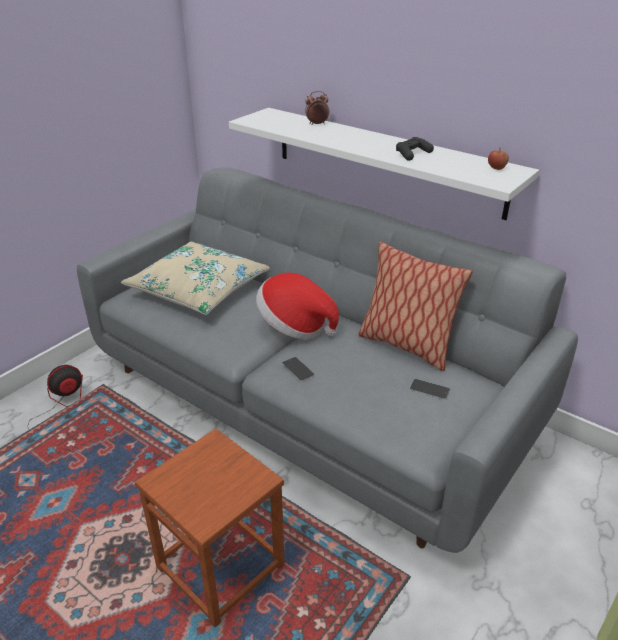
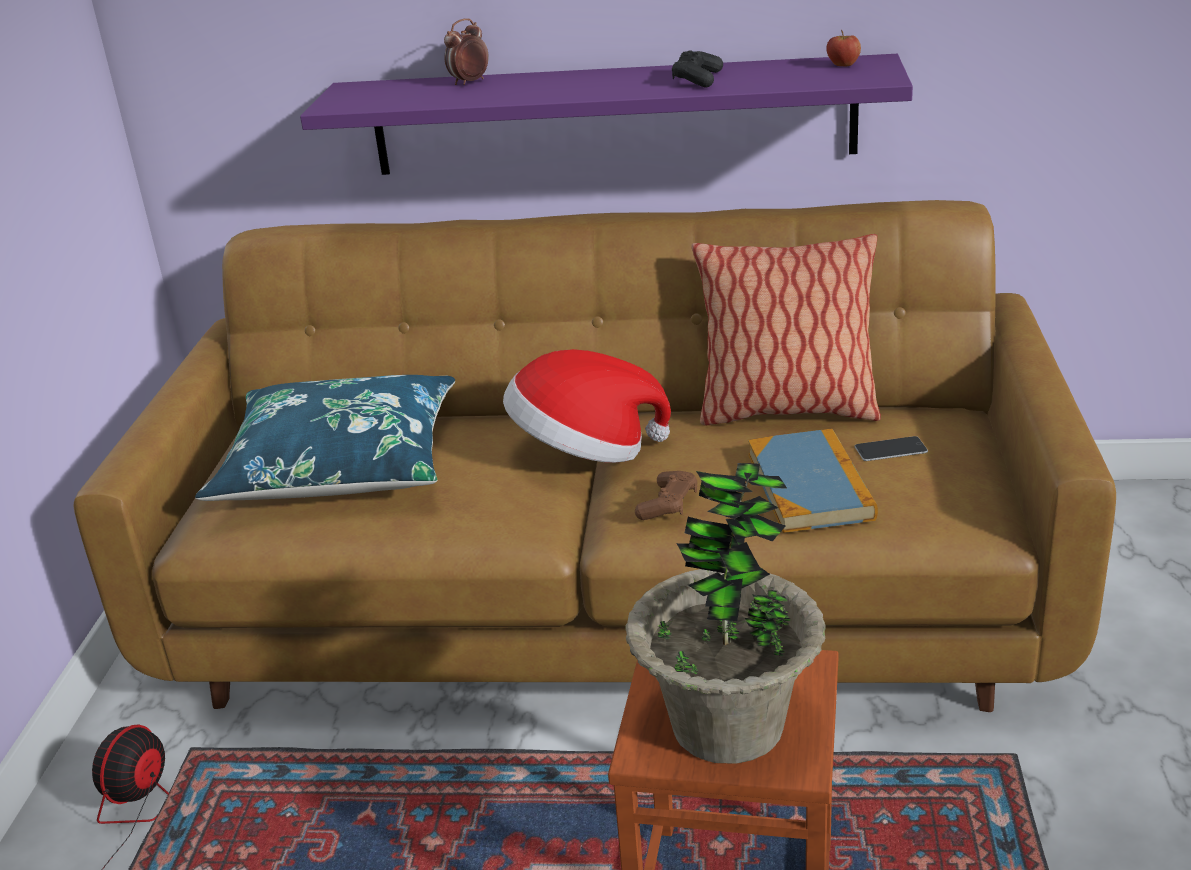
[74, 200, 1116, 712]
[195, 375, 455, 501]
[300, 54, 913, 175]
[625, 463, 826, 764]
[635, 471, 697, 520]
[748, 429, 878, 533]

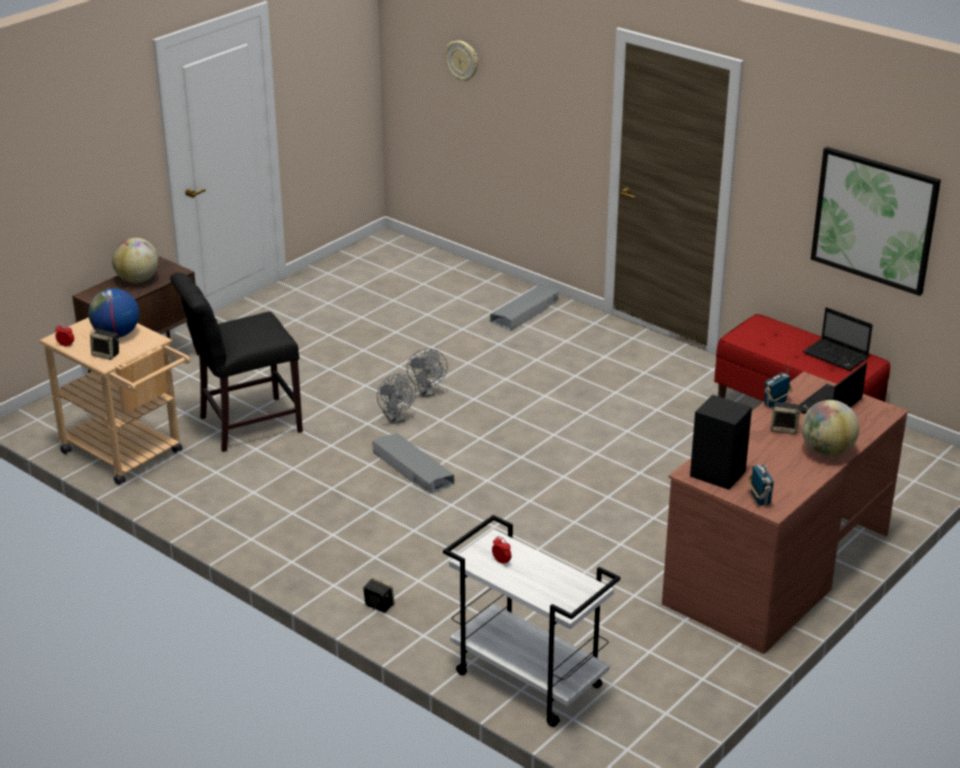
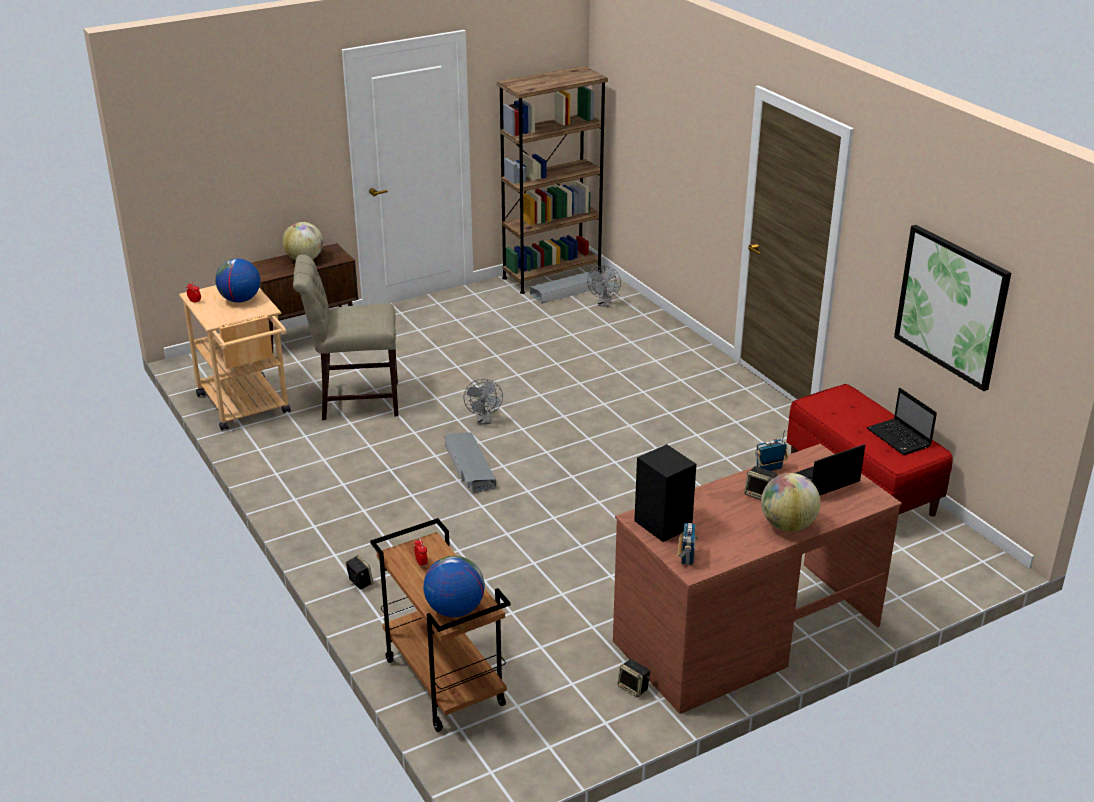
[293, 254, 399, 420]
[370, 518, 511, 732]
[423, 556, 485, 617]
[497, 66, 608, 294]
[530, 271, 601, 304]
[587, 266, 621, 307]
[618, 659, 650, 697]
[445, 41, 478, 82] (first image)

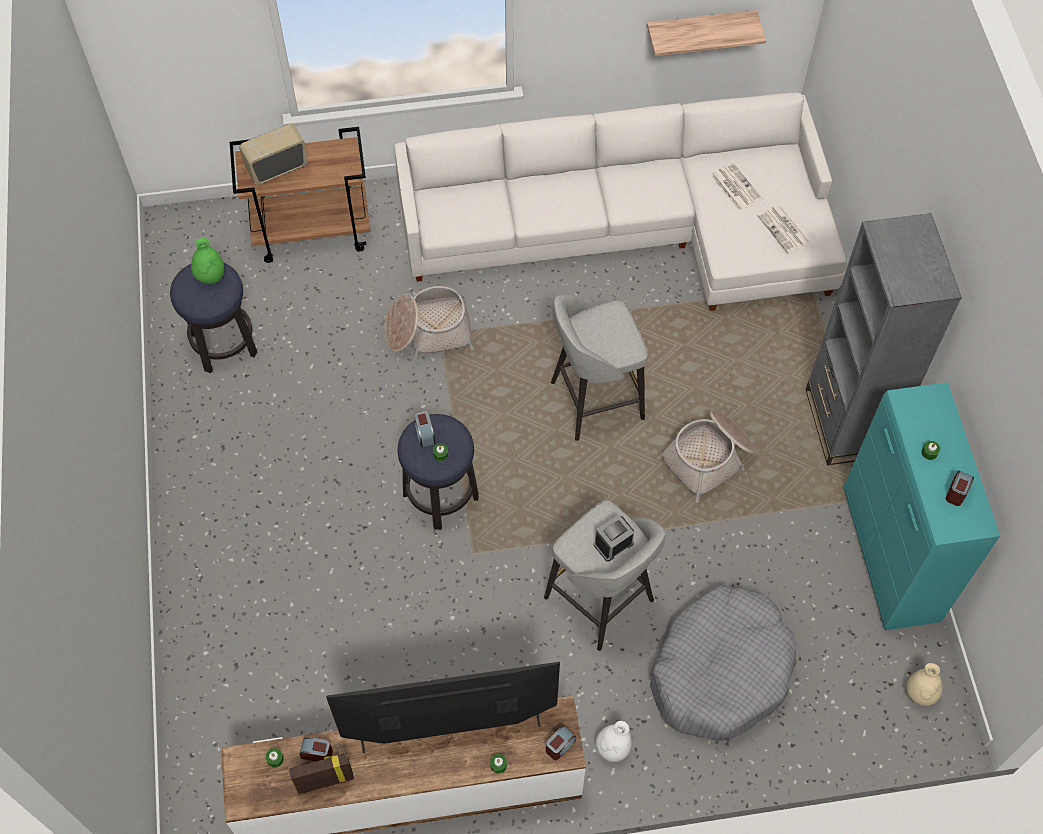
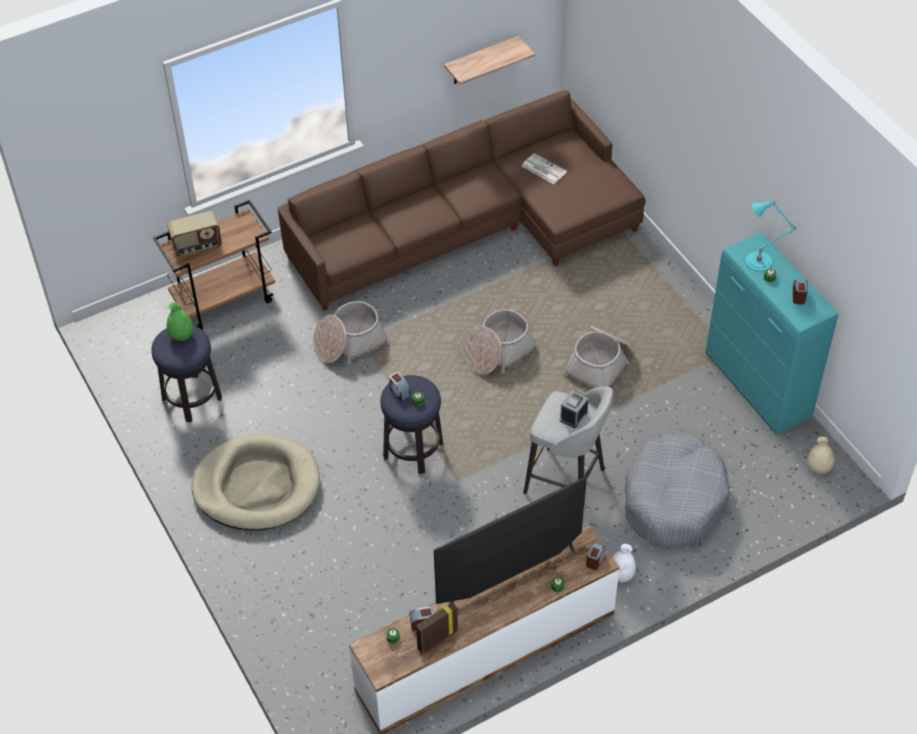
[167, 211, 222, 257]
[192, 434, 320, 531]
[278, 90, 646, 311]
[463, 309, 539, 375]
[746, 201, 796, 271]
[757, 205, 810, 253] (first image)
[805, 213, 962, 465] (first image)

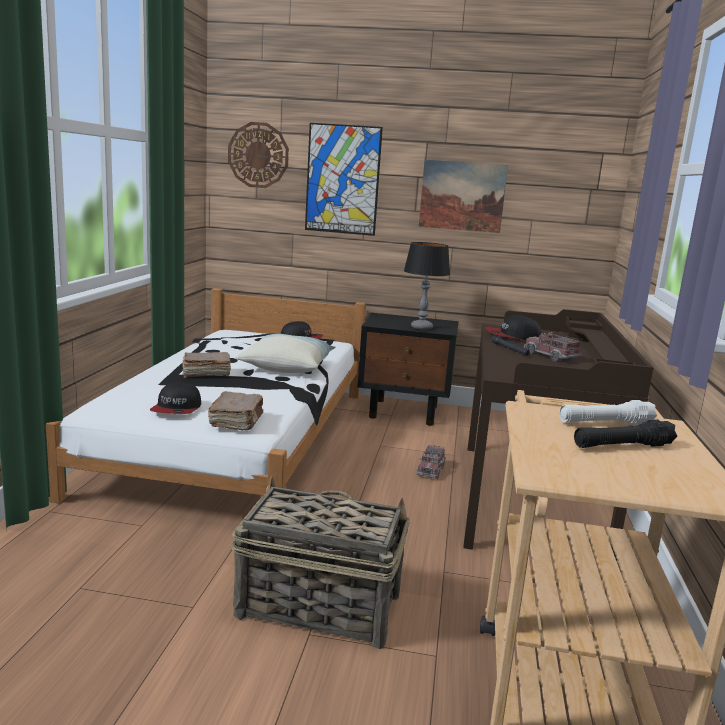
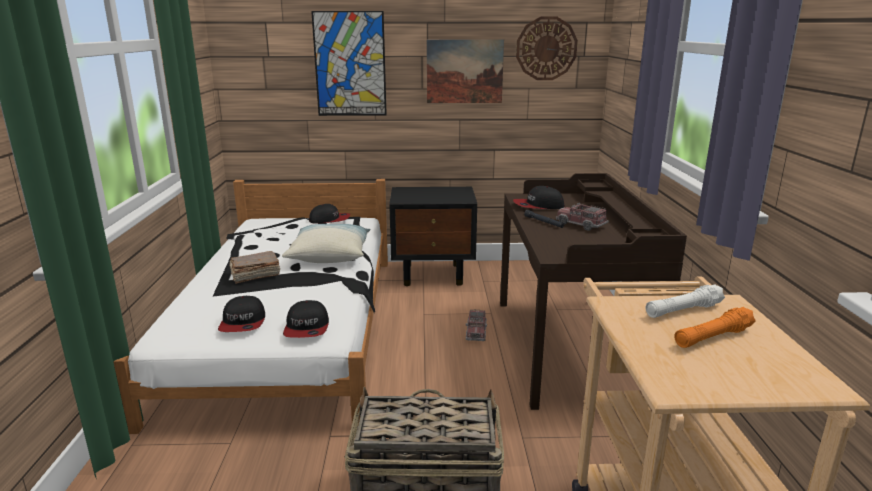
[283, 300, 329, 338]
[516, 16, 578, 80]
[674, 307, 756, 348]
[404, 242, 450, 330] (first image)

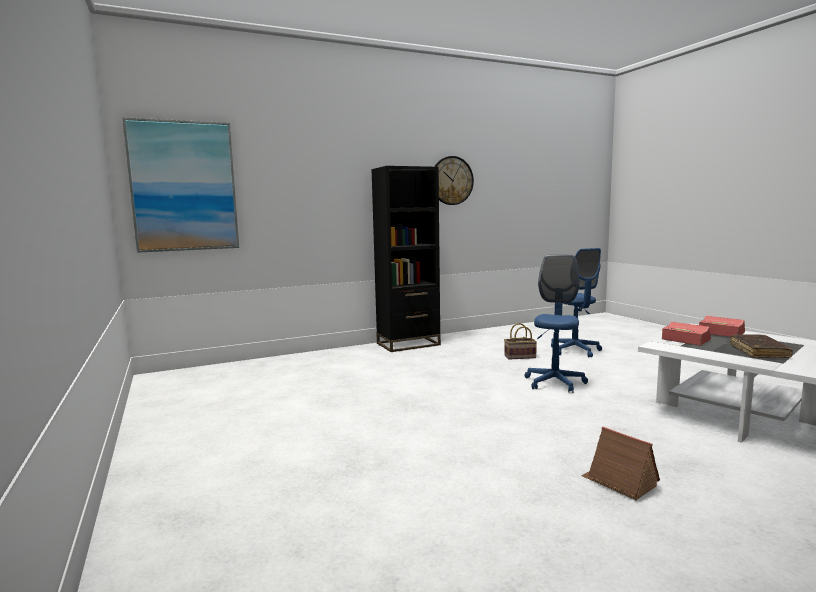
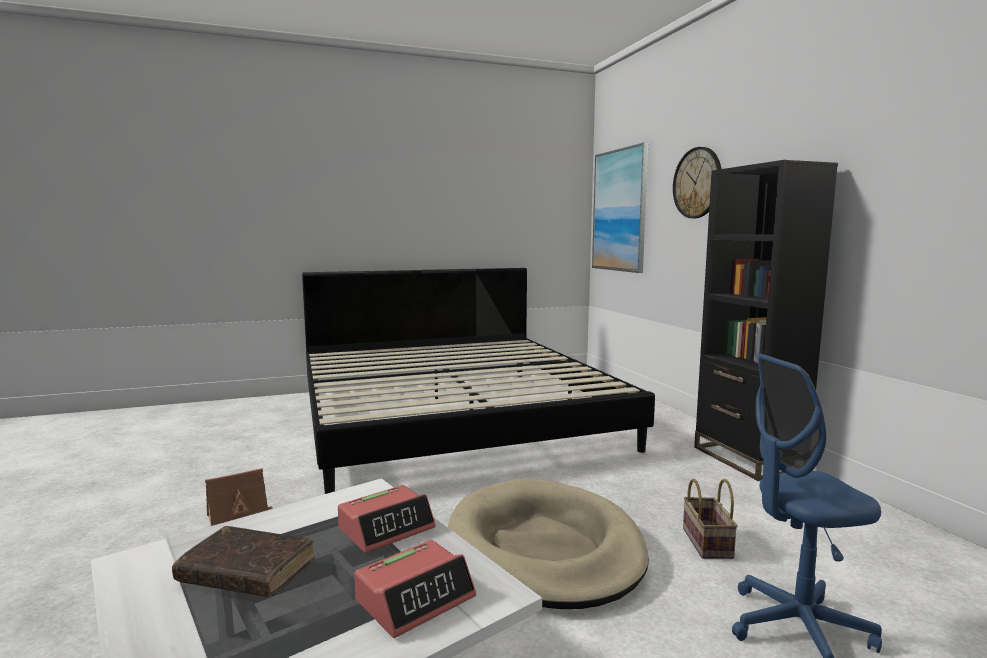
[302, 268, 655, 494]
[448, 479, 649, 609]
[673, 147, 721, 218]

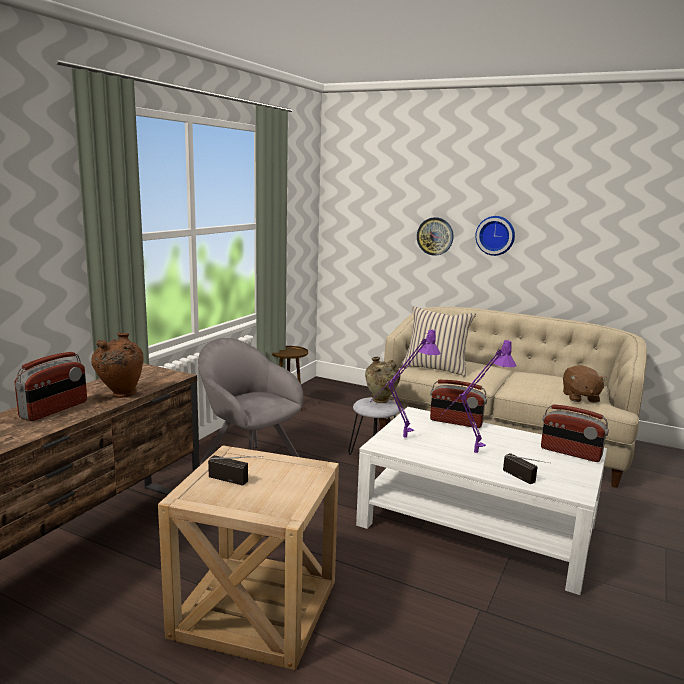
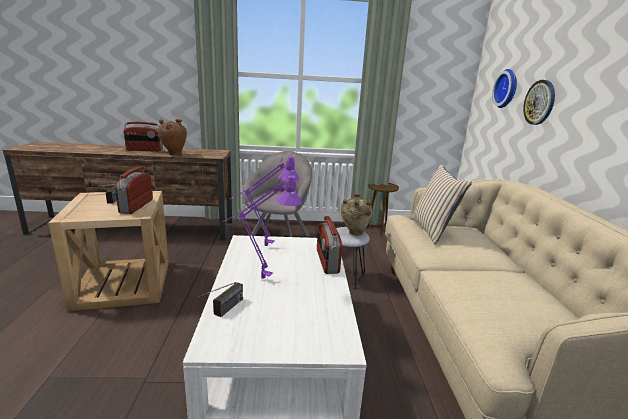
[115, 166, 153, 214]
[492, 69, 517, 108]
[563, 365, 607, 403] (first image)

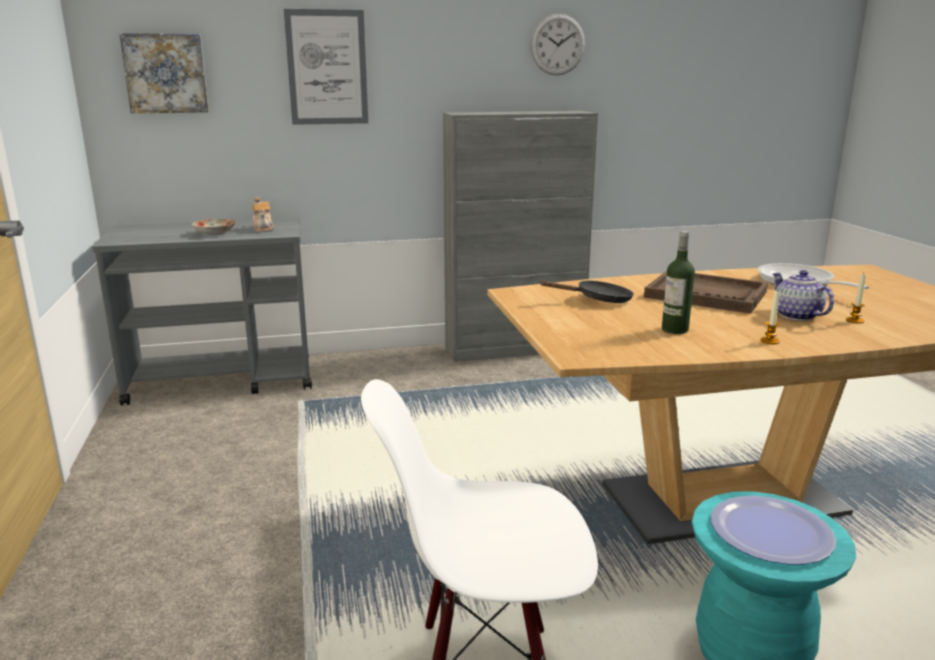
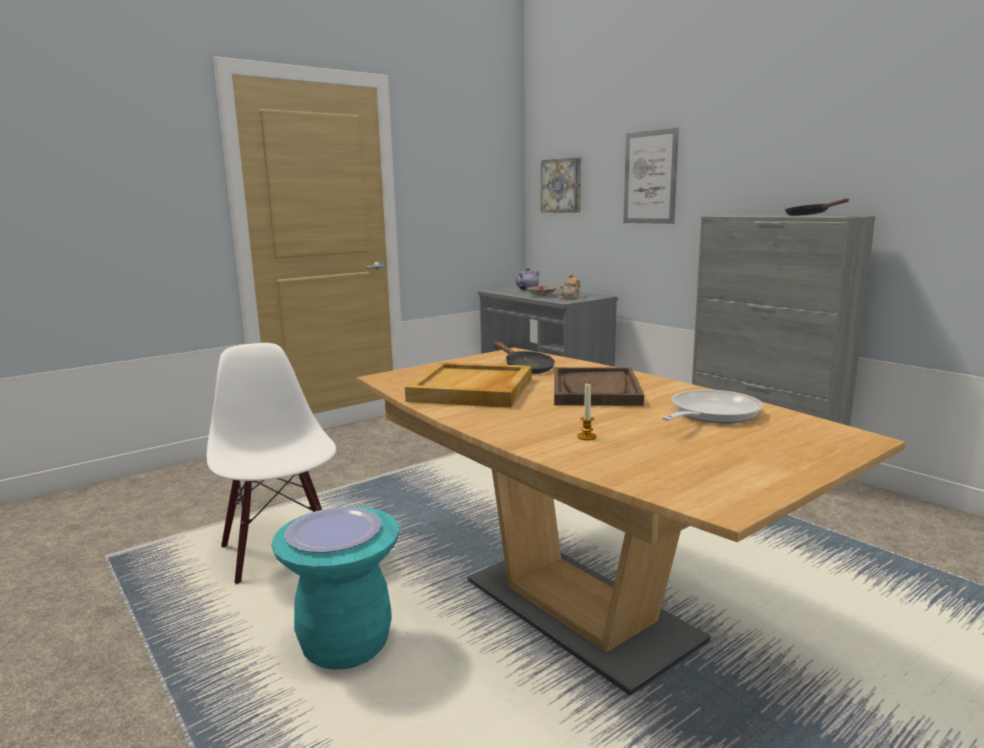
[405, 362, 532, 408]
[515, 268, 539, 290]
[785, 198, 849, 216]
[530, 14, 585, 75] (first image)
[760, 291, 780, 344] (first image)

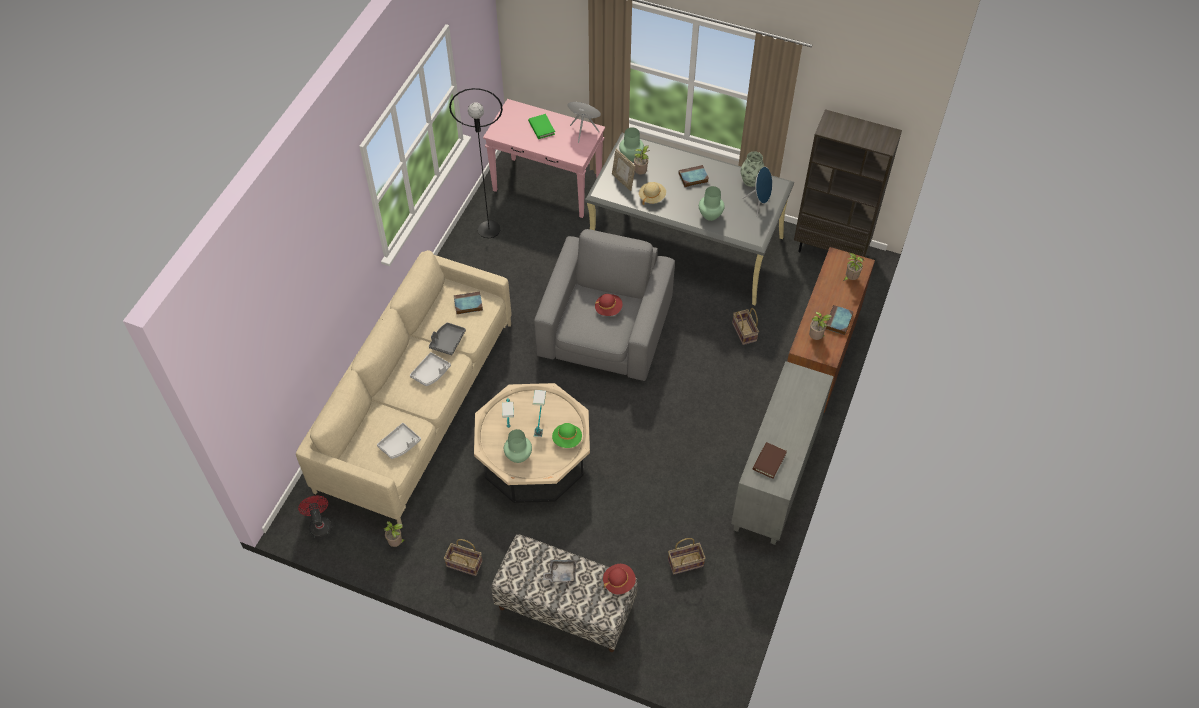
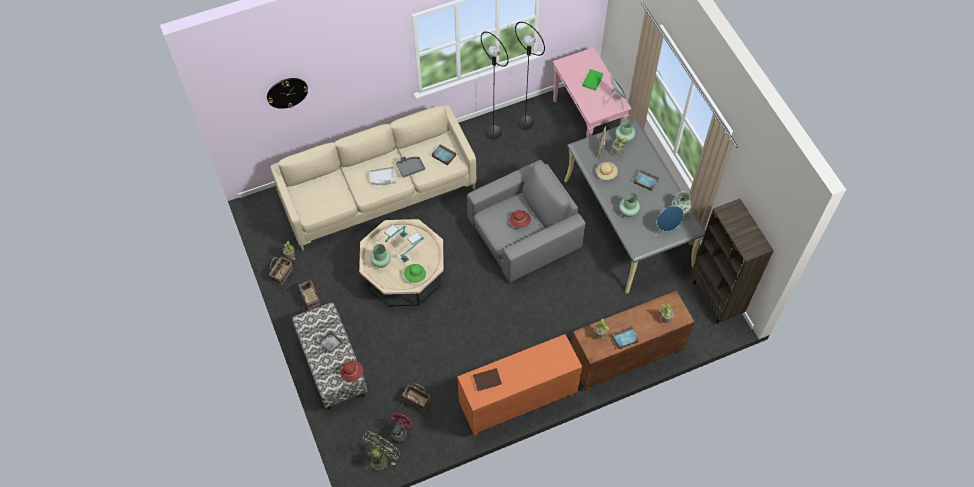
[267, 78, 308, 109]
[269, 257, 293, 286]
[362, 431, 400, 472]
[390, 413, 412, 443]
[457, 334, 582, 436]
[481, 32, 508, 140]
[377, 423, 421, 459] (first image)

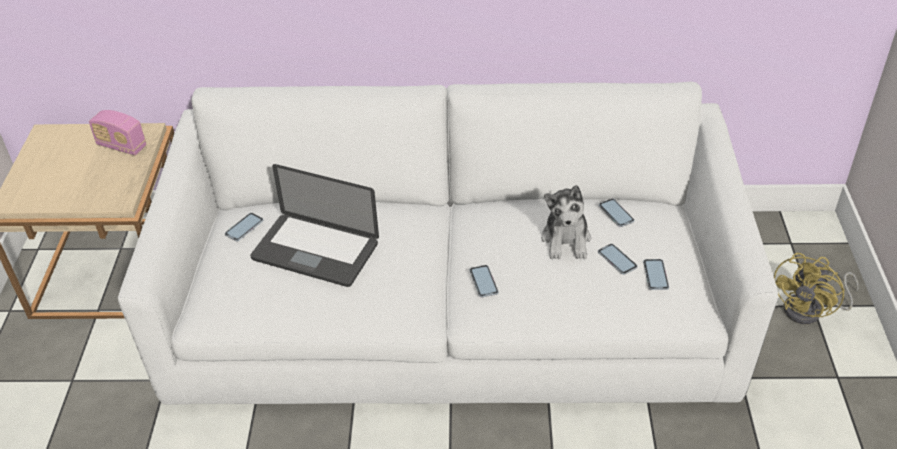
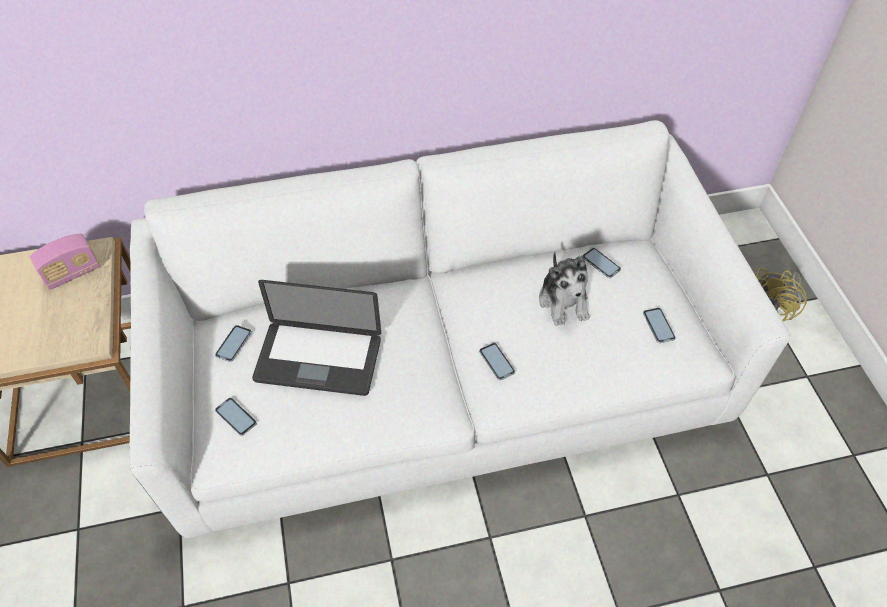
[30, 234, 100, 290]
[215, 398, 257, 436]

